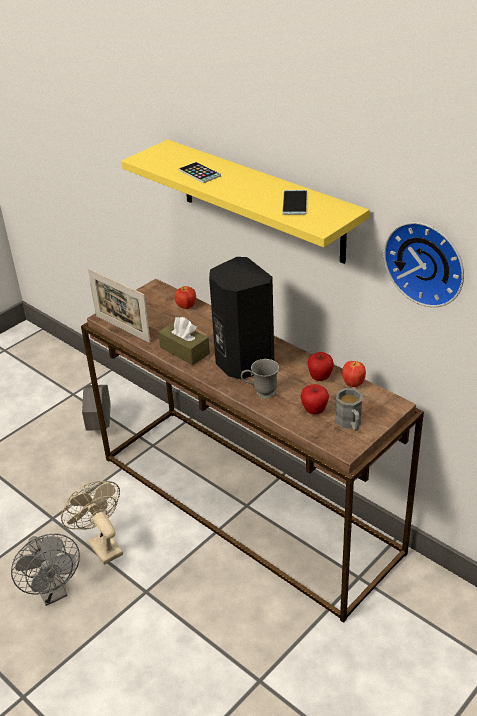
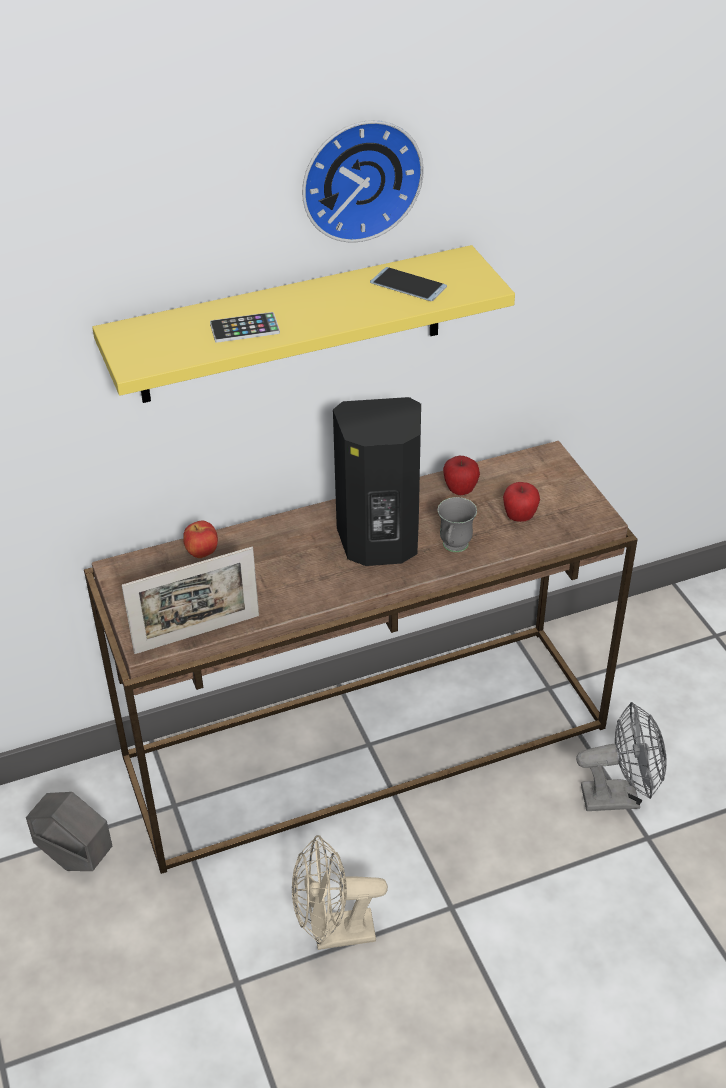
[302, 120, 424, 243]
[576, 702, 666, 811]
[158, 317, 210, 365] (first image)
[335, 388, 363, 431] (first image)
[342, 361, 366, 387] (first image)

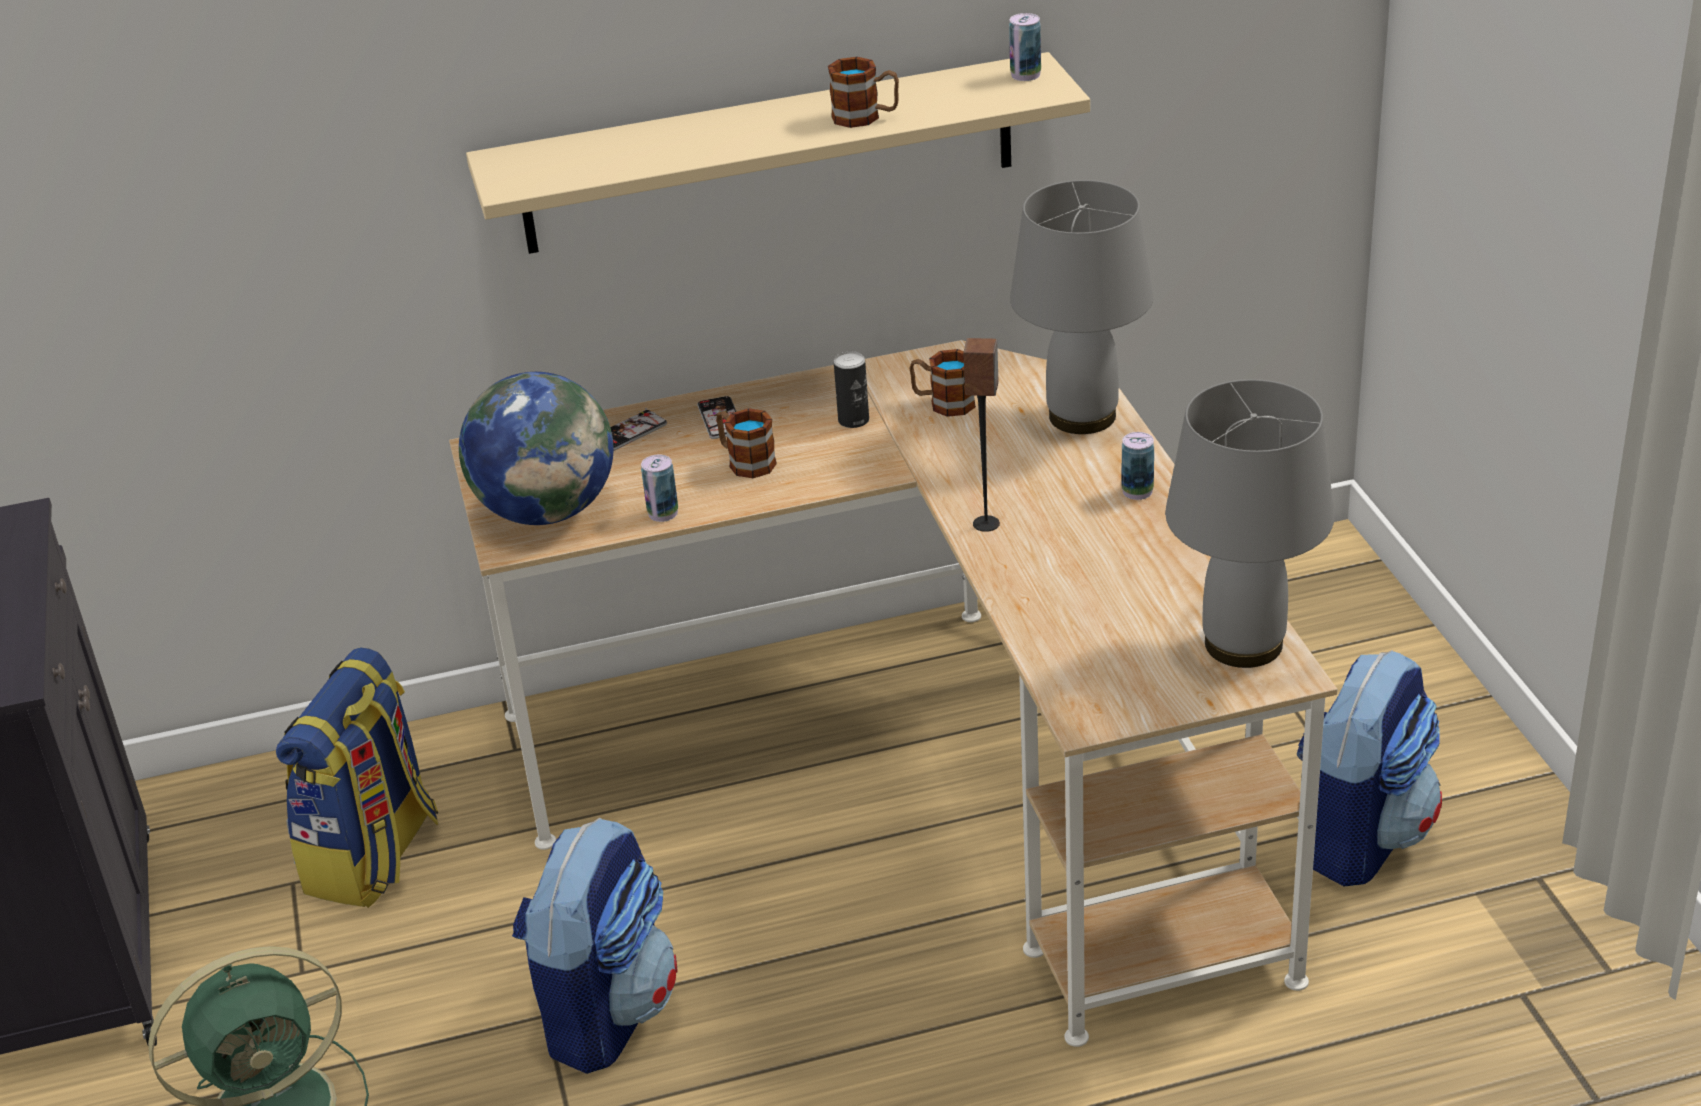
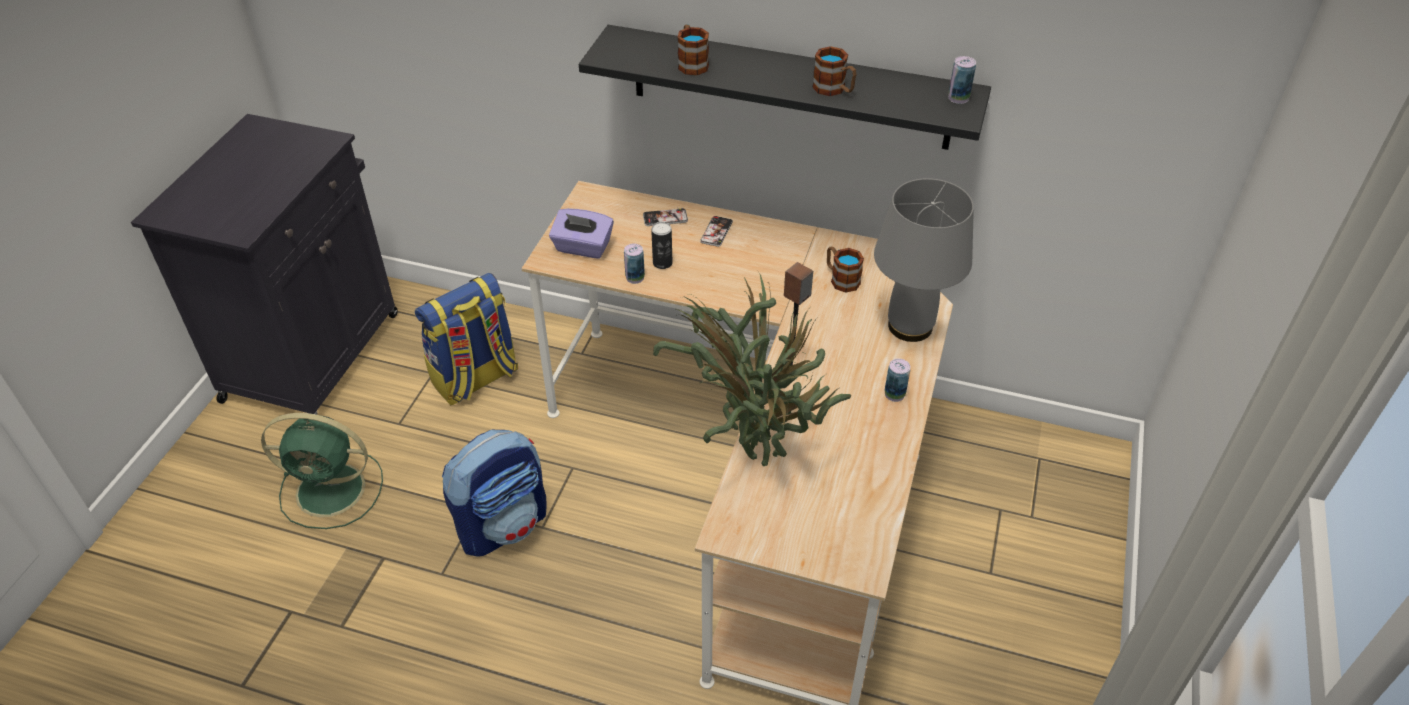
[549, 208, 614, 259]
[579, 25, 991, 150]
[651, 222, 672, 269]
[653, 273, 851, 466]
[677, 24, 709, 75]
[1165, 379, 1334, 668] (first image)
[1297, 650, 1442, 887] (first image)

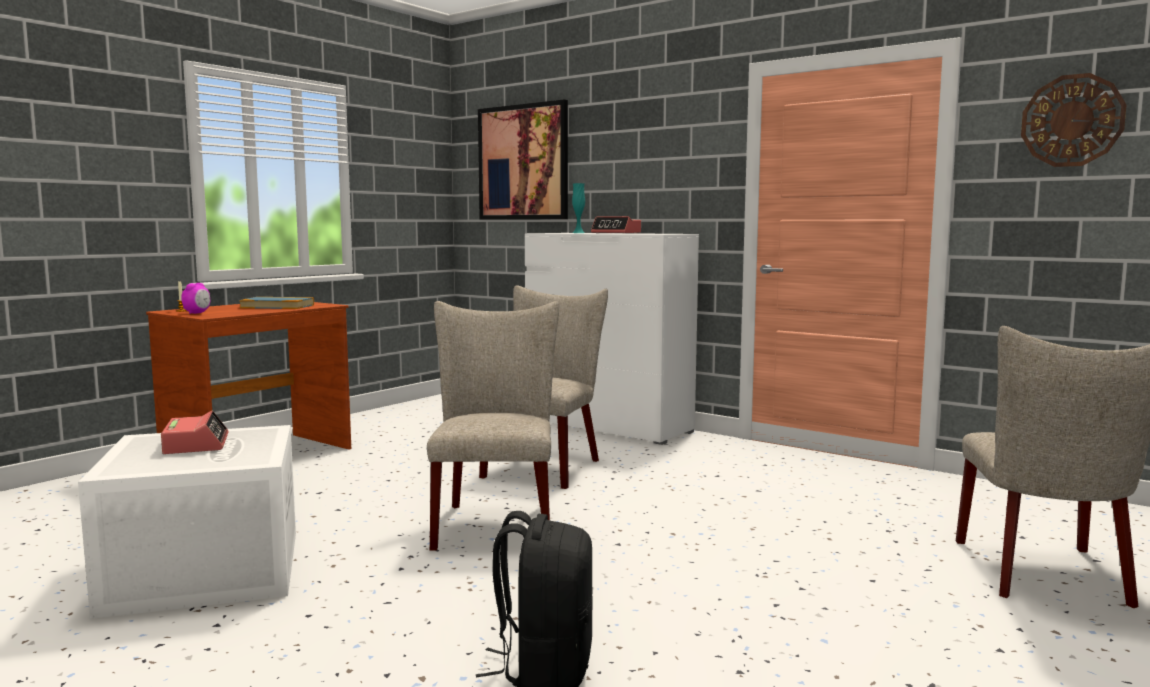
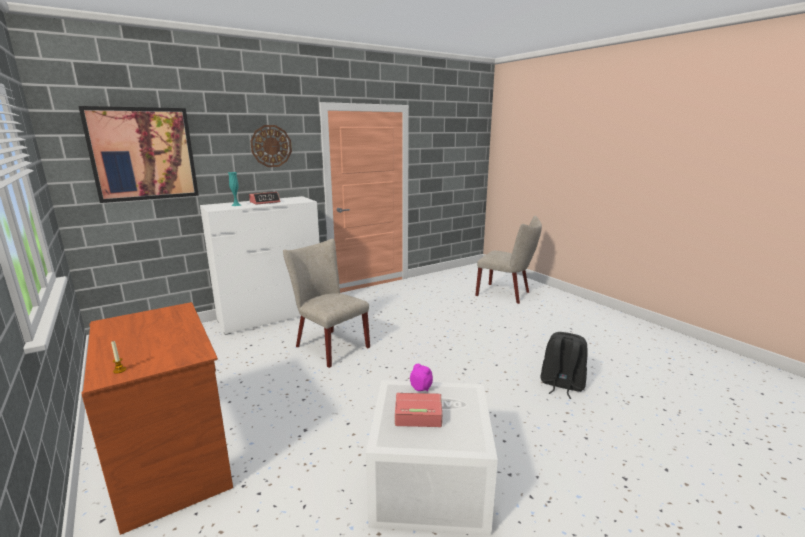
[250, 125, 292, 167]
[410, 364, 433, 391]
[239, 297, 314, 309] (first image)
[427, 301, 559, 551] (first image)

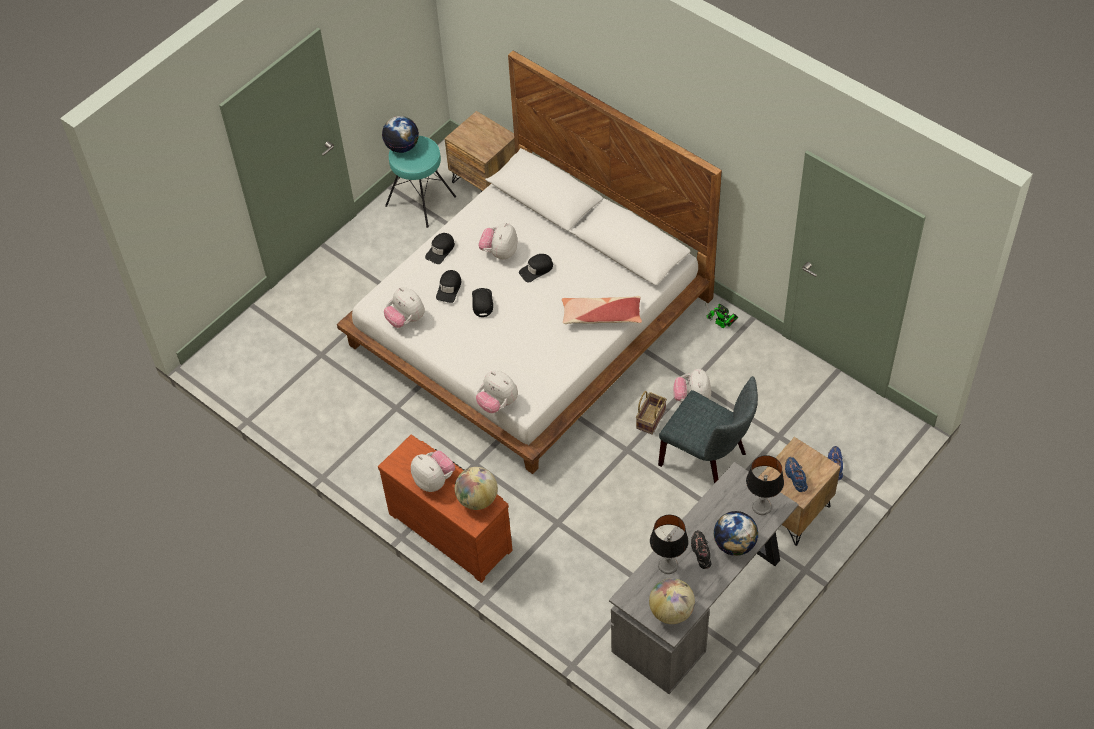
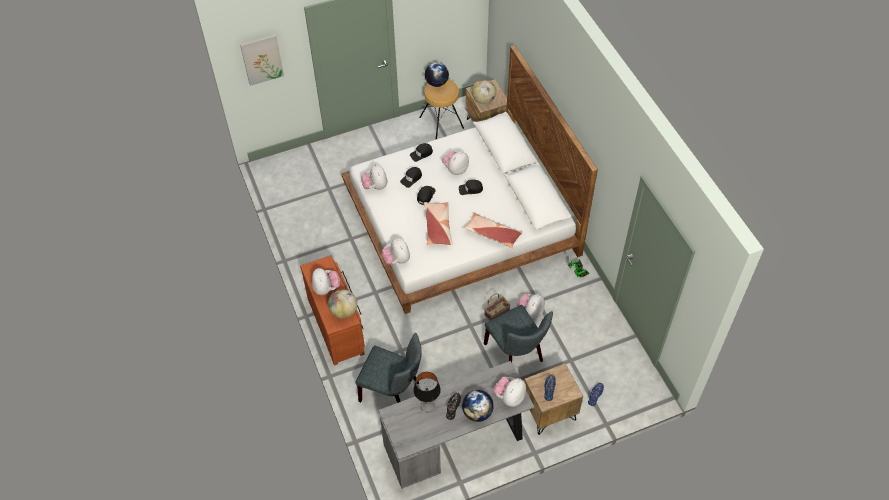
[240, 34, 284, 86]
[355, 333, 422, 403]
[419, 79, 464, 140]
[424, 202, 453, 245]
[472, 79, 496, 104]
[493, 377, 526, 407]

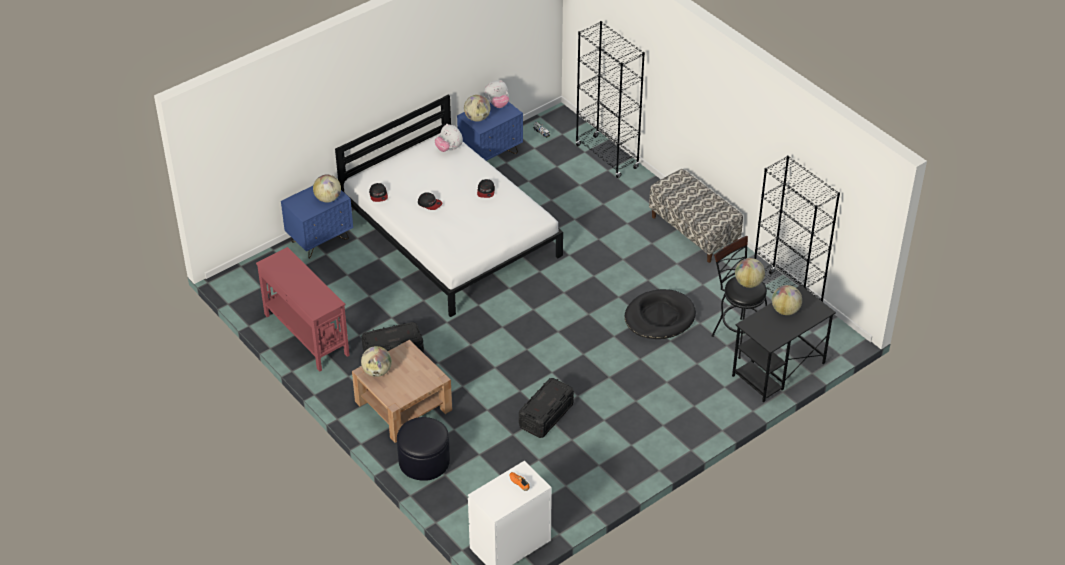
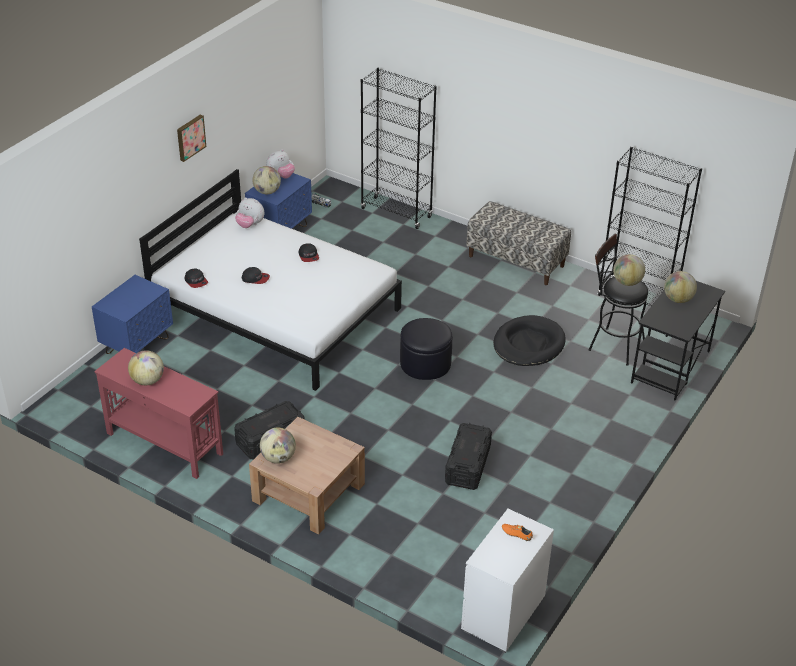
[128, 350, 164, 385]
[177, 115, 206, 162]
[400, 318, 453, 380]

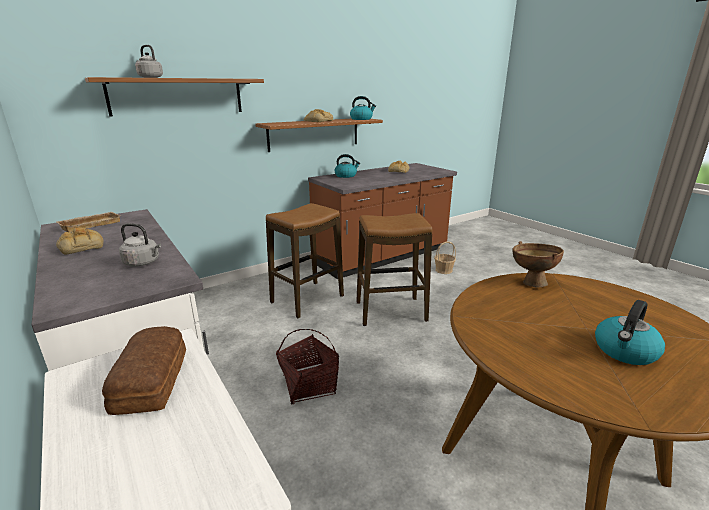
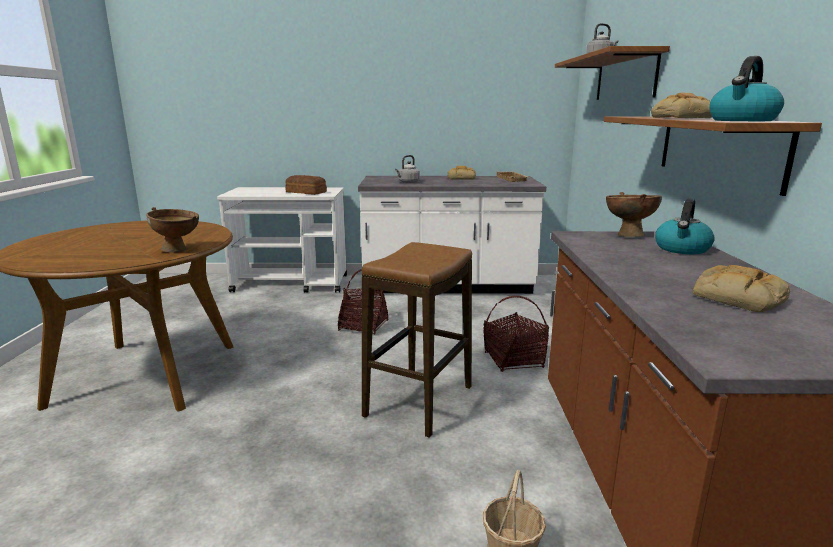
[483, 296, 549, 372]
[606, 192, 662, 237]
[595, 300, 665, 365] (first image)

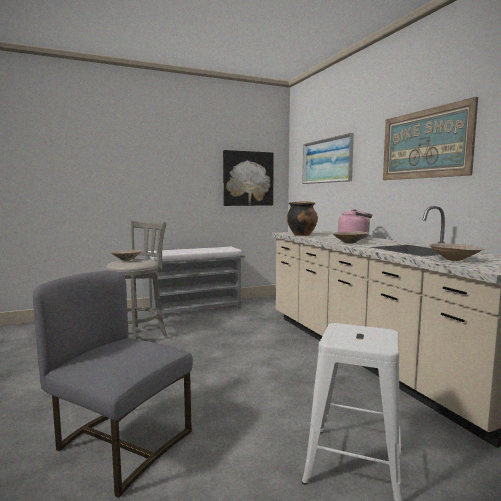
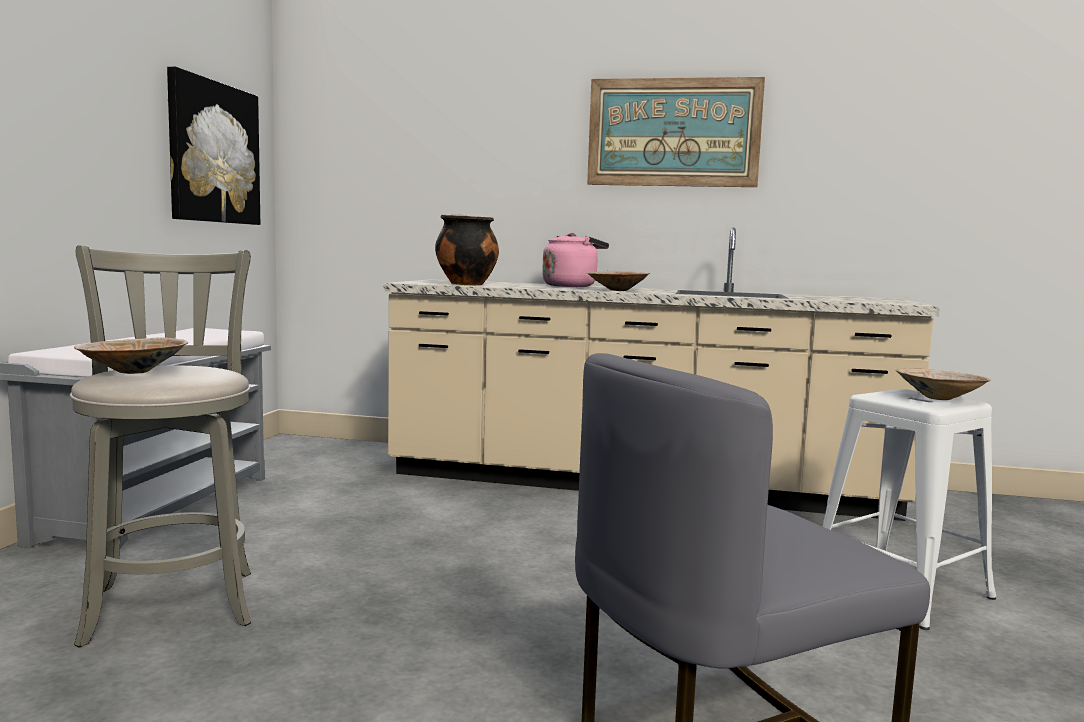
[895, 368, 991, 400]
[302, 133, 354, 184] (first image)

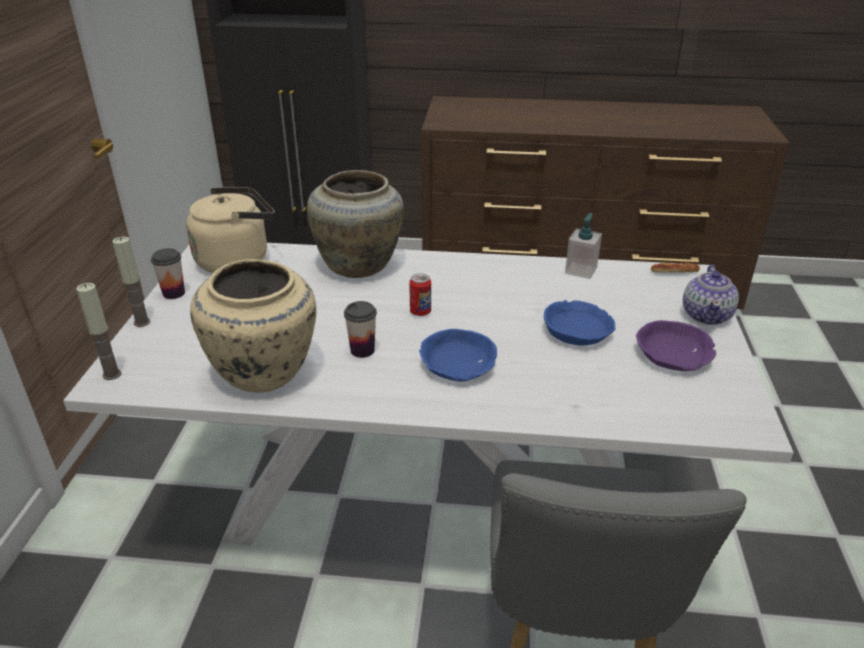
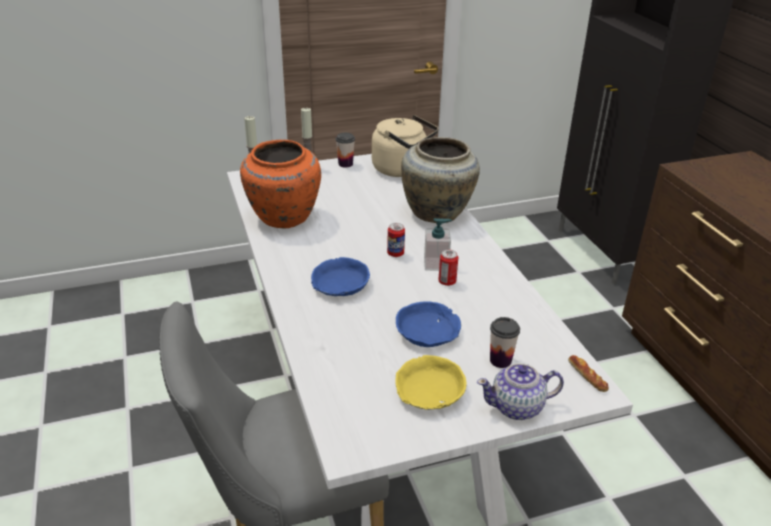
[240, 140, 321, 229]
[395, 355, 466, 410]
[424, 218, 452, 271]
[438, 250, 458, 286]
[490, 317, 520, 368]

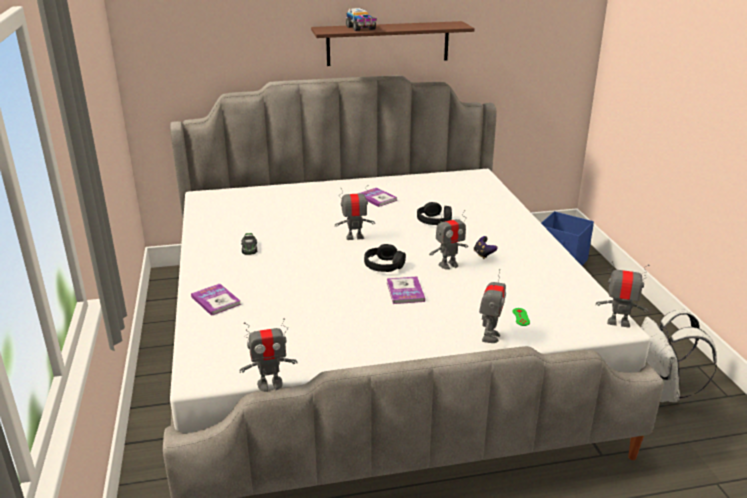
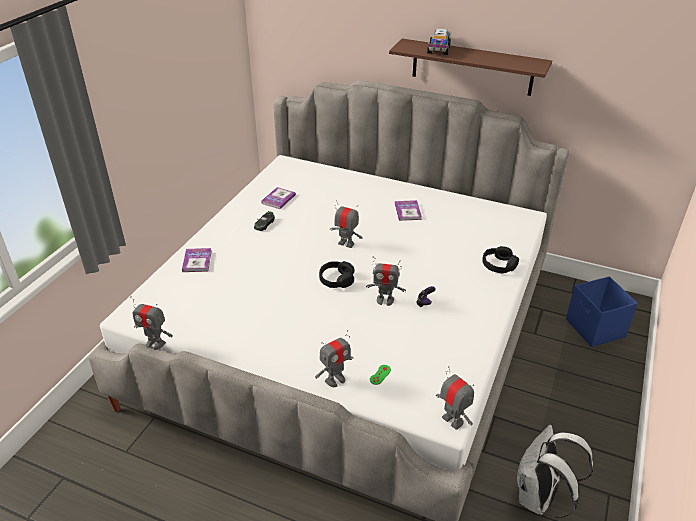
[261, 187, 296, 209]
[482, 246, 519, 273]

